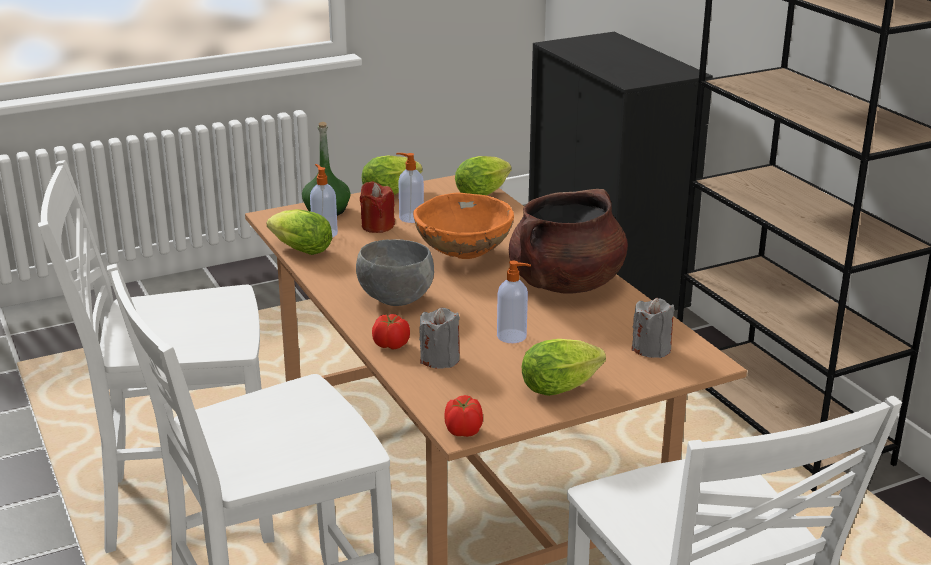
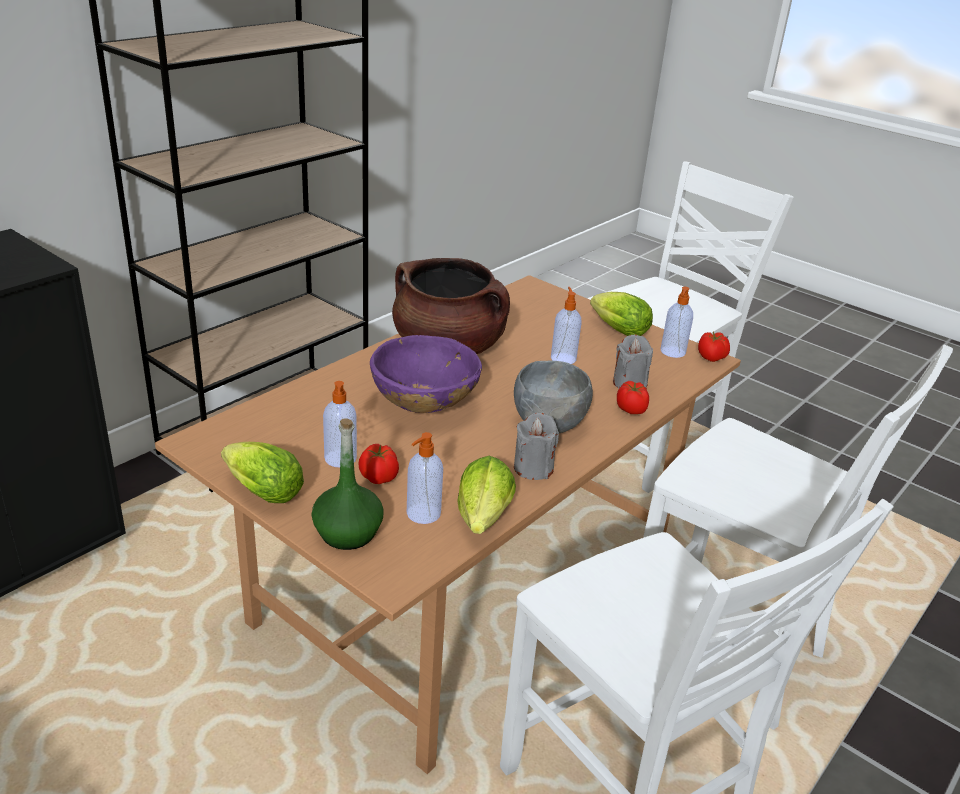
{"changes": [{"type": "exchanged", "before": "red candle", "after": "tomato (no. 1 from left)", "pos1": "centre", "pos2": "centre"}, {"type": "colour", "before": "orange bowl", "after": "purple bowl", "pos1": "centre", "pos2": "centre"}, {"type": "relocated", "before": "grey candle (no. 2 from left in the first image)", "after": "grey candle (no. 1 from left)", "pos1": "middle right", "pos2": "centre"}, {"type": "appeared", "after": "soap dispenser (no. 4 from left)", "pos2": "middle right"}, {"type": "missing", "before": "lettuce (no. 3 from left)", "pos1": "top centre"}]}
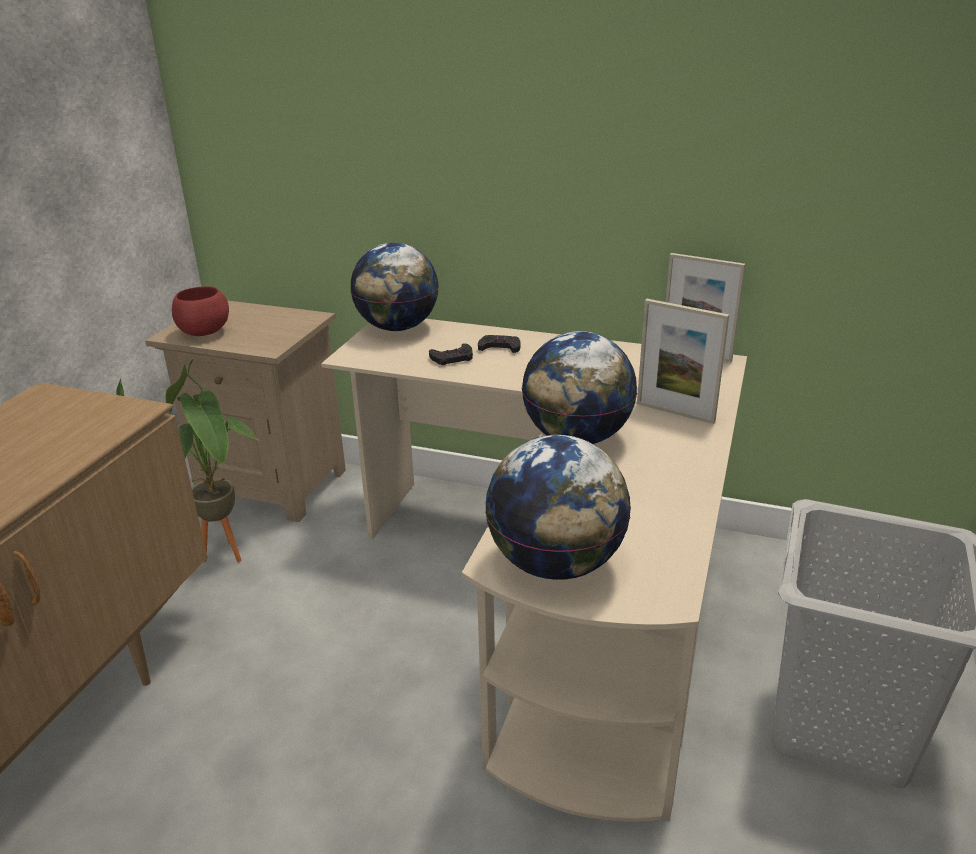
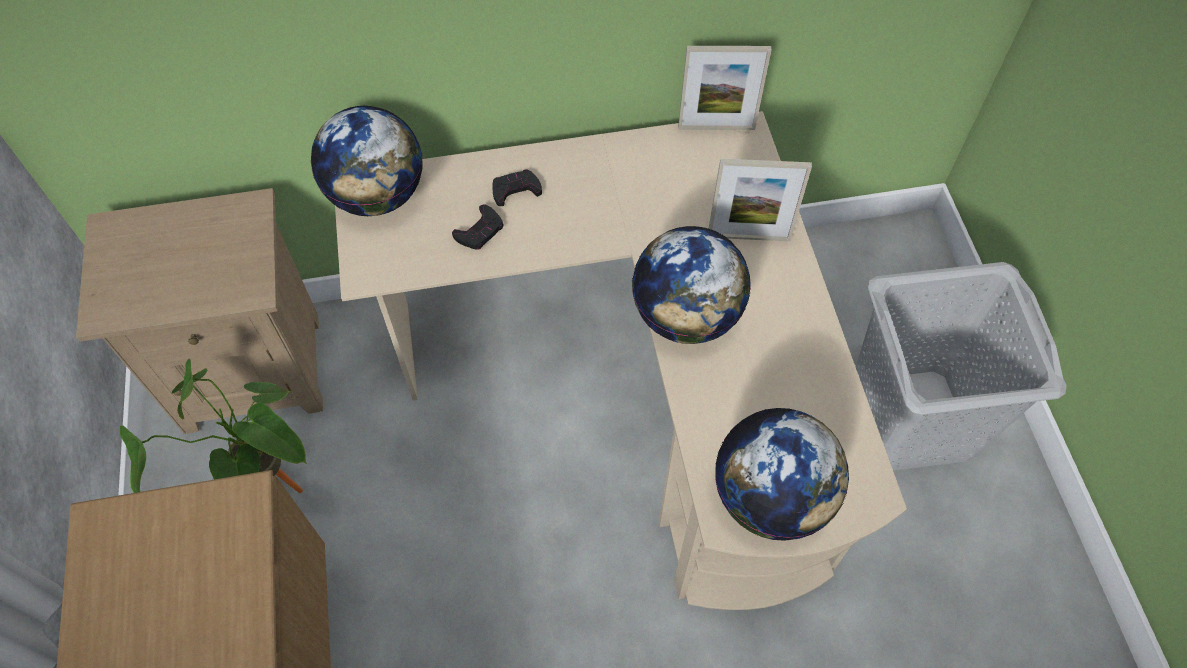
{"changes": [{"type": "missing", "before": "red bowl", "pos1": "middle left"}]}
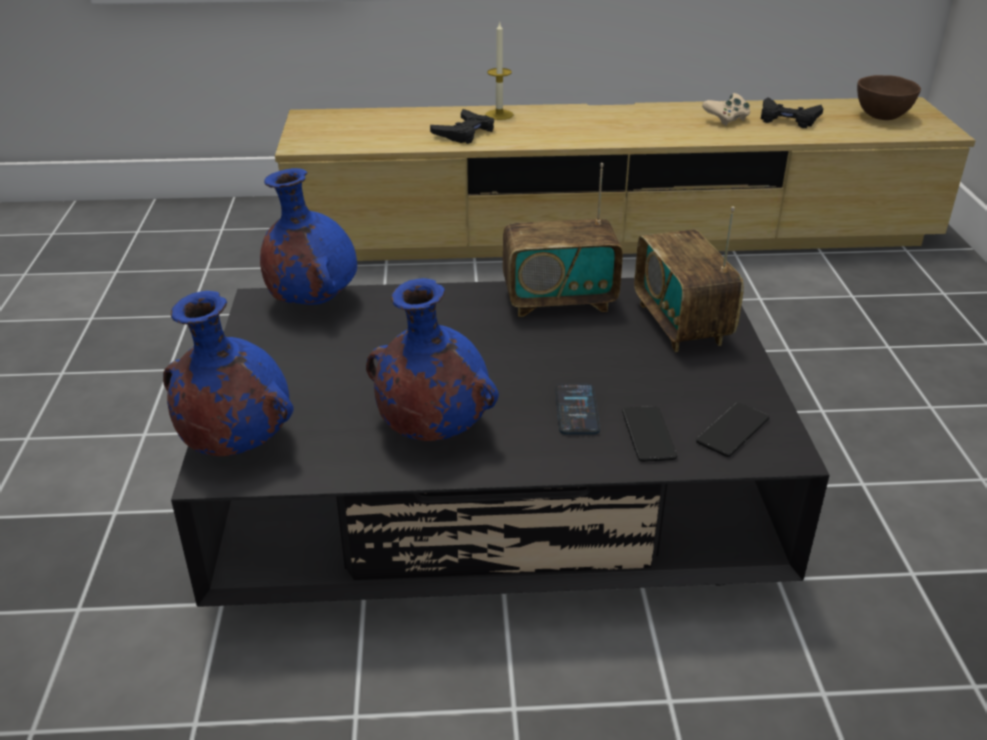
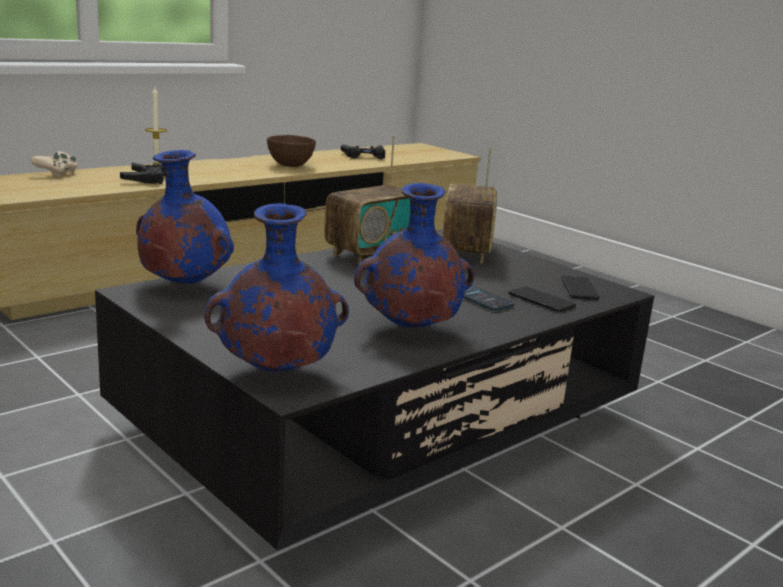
{"changes": [{"type": "relocated", "before": "beige game controller", "pos1": "top right", "pos2": "top left"}, {"type": "relocated", "before": "brown bowl", "pos1": "top right", "pos2": "top centre"}, {"type": "spun", "before": "radio (no. 2 from left)", "pos1": "middle right", "pos2": "centre", "turn": 60}]}
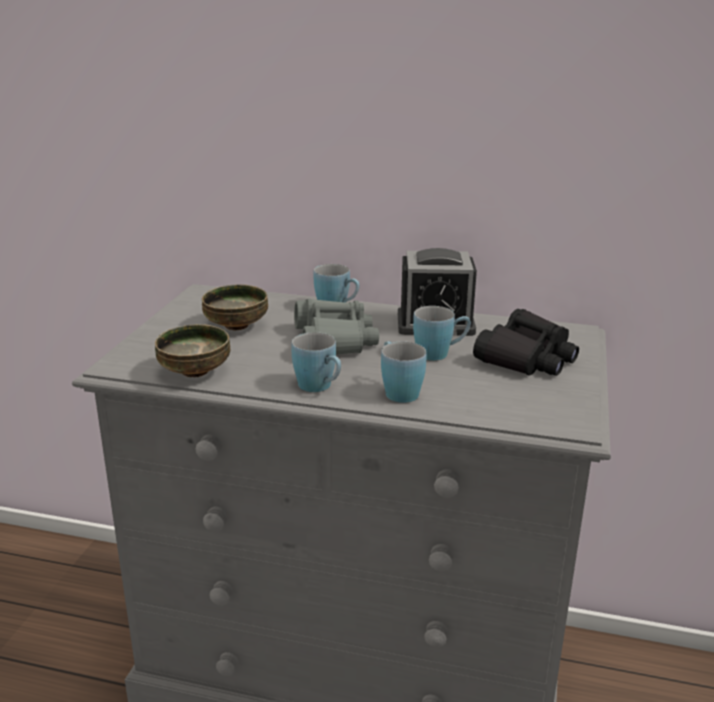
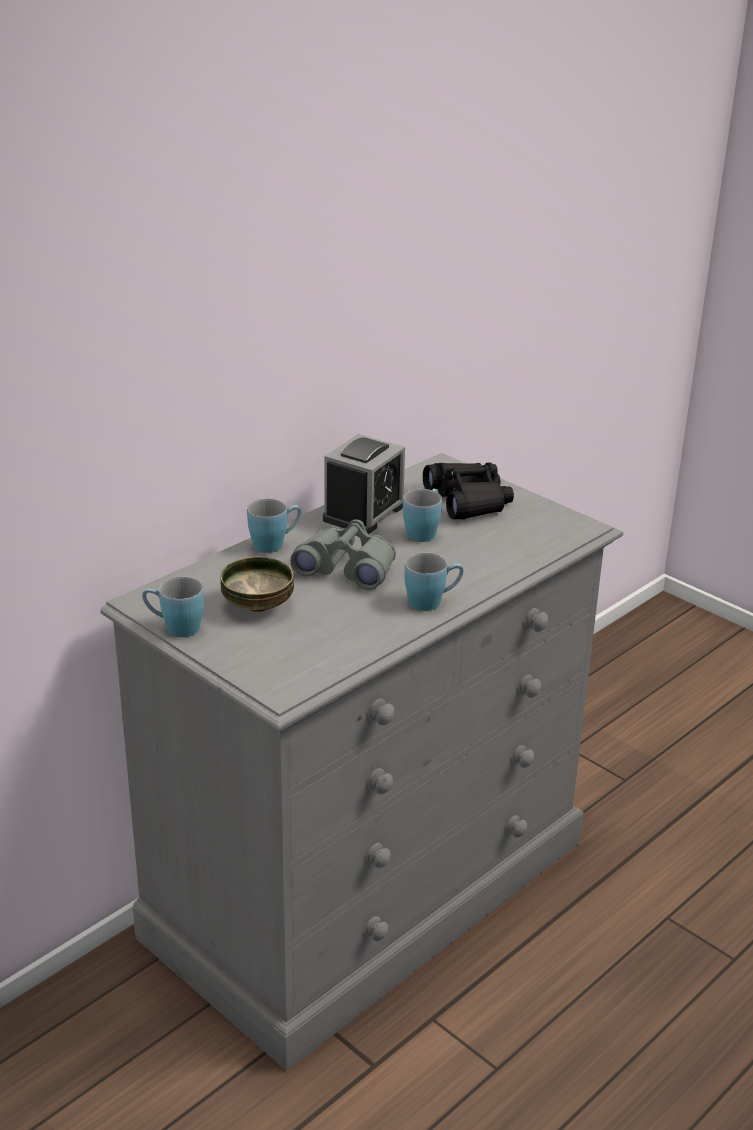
{"changes": [{"type": "relocated", "before": "blue mug (no. 3 from left in the first image)", "after": "blue mug (no. 1 from left)", "pos1": "centre", "pos2": "middle left"}, {"type": "missing", "before": "bowl (no. 1 from left)", "pos1": "middle left"}]}
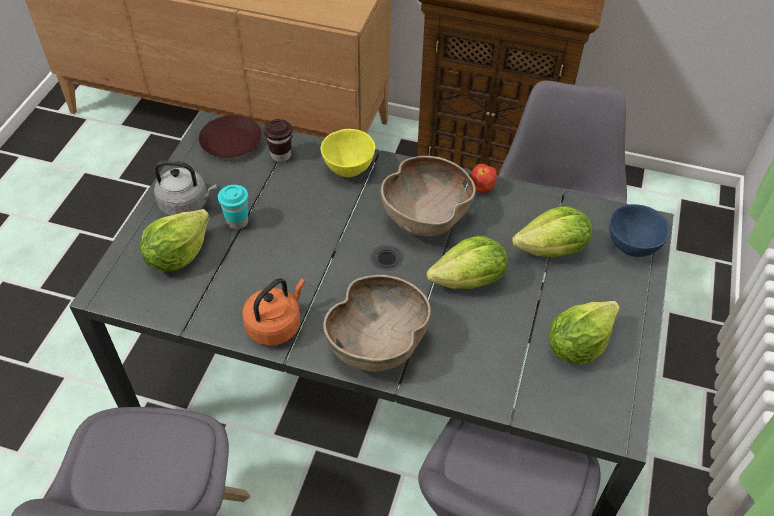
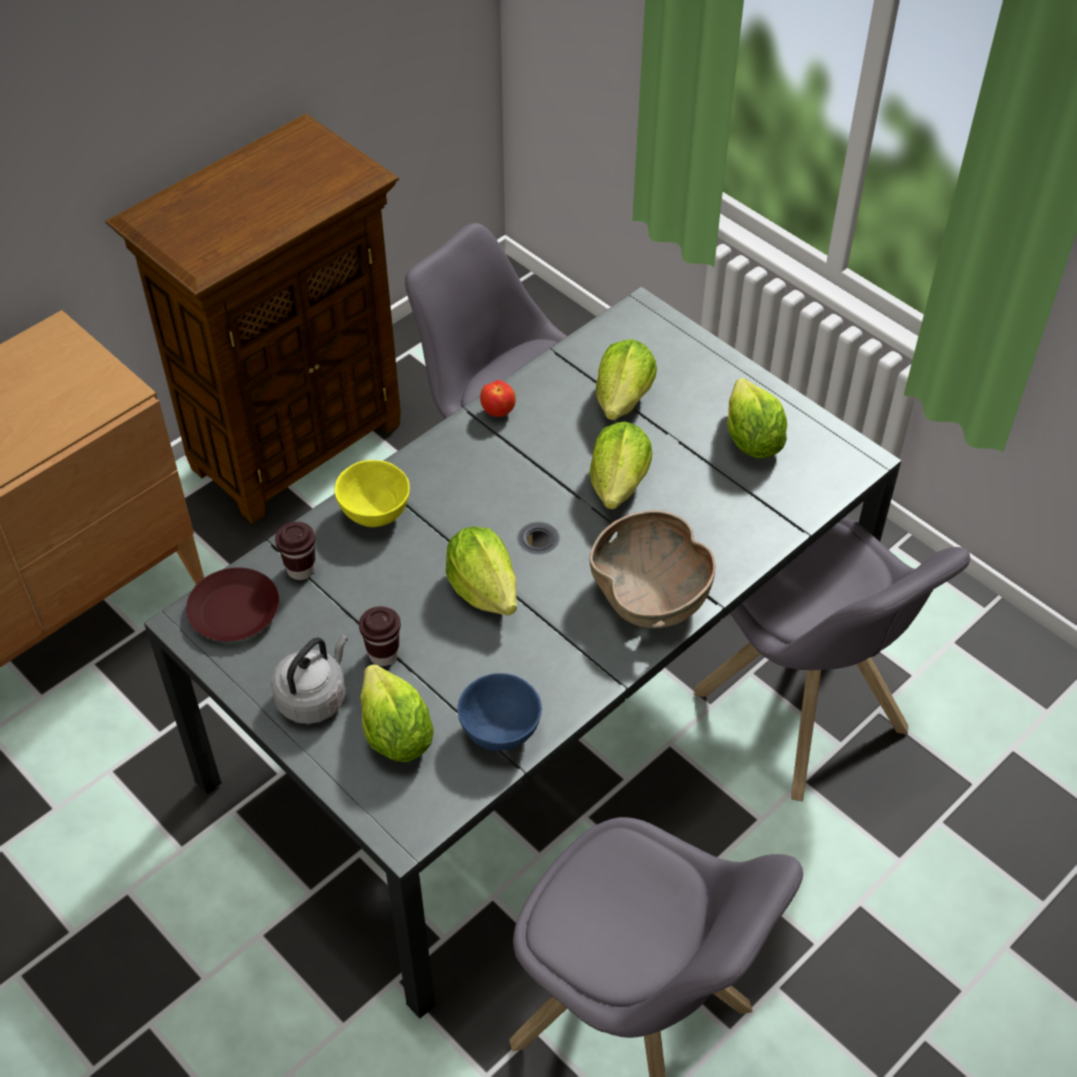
{"changes": [{"type": "colour", "before": "turquoise cup", "after": "brown cup (no. 2 from left)", "pos1": "middle left", "pos2": "centre"}, {"type": "appeared", "after": "lettuce (no. 2 from left)", "pos2": "centre"}, {"type": "relocated", "before": "blue bowl", "pos1": "middle right", "pos2": "centre"}, {"type": "missing", "before": "orange kettle", "pos1": "centre"}, {"type": "missing", "before": "brown bowl (no. 2 from left)", "pos1": "centre"}]}
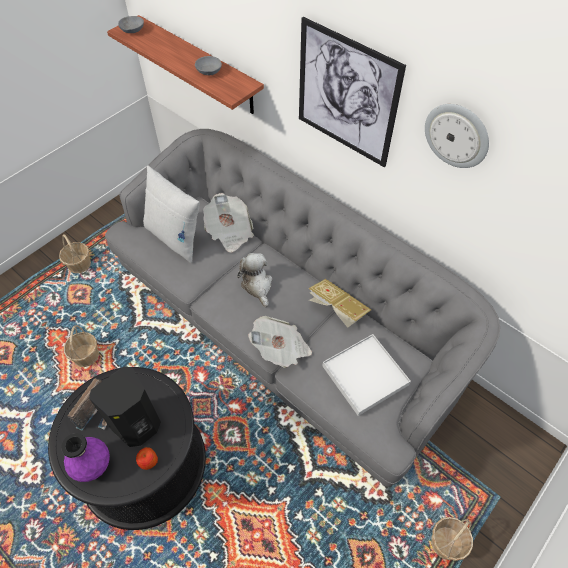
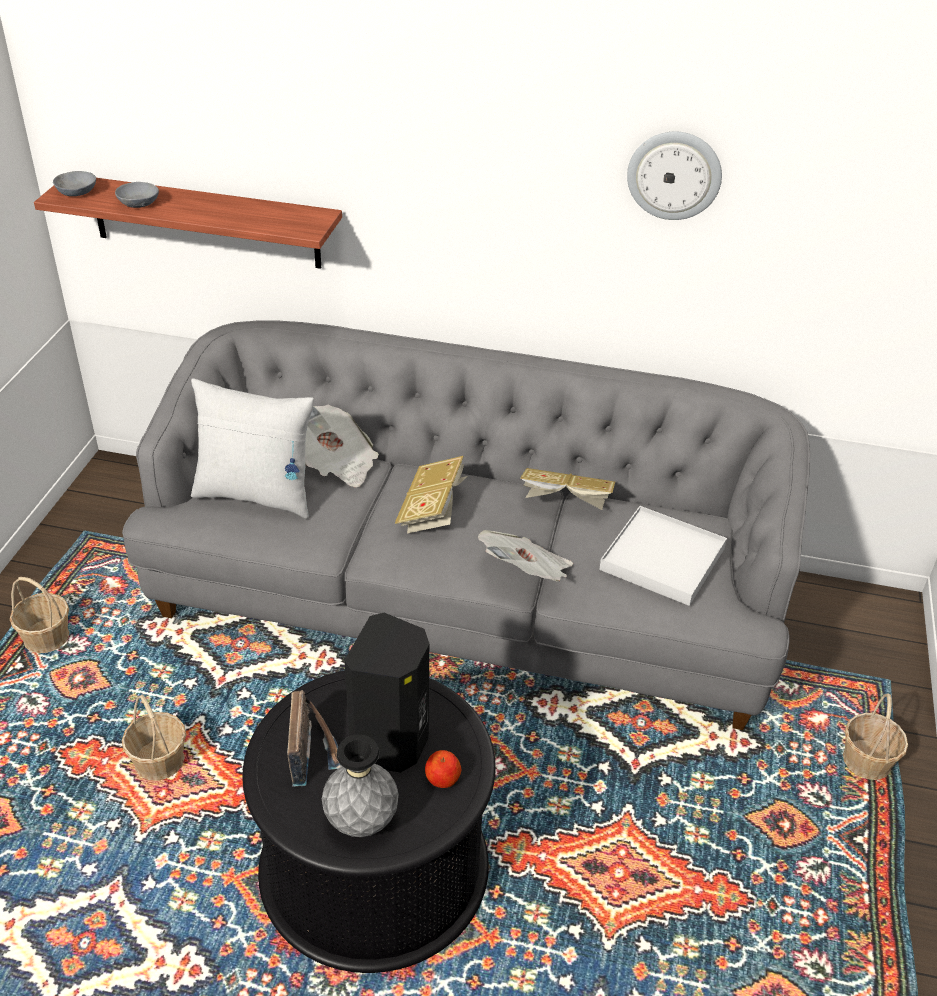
{"changes": [{"type": "relocated", "before": "grey bowl (no. 2 from left)", "pos1": "top centre", "pos2": "top left"}, {"type": "colour", "before": "purple vase", "after": "grey vase", "pos1": "bottom left", "pos2": "bottom centre"}, {"type": "exchanged", "before": "plush toy", "after": "book (no. 1 from left)", "pos1": "centre", "pos2": "centre"}, {"type": "missing", "before": "picture", "pos1": "top centre"}]}
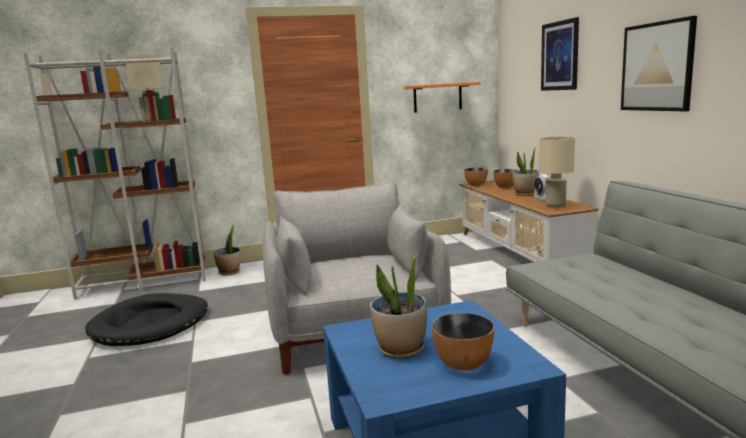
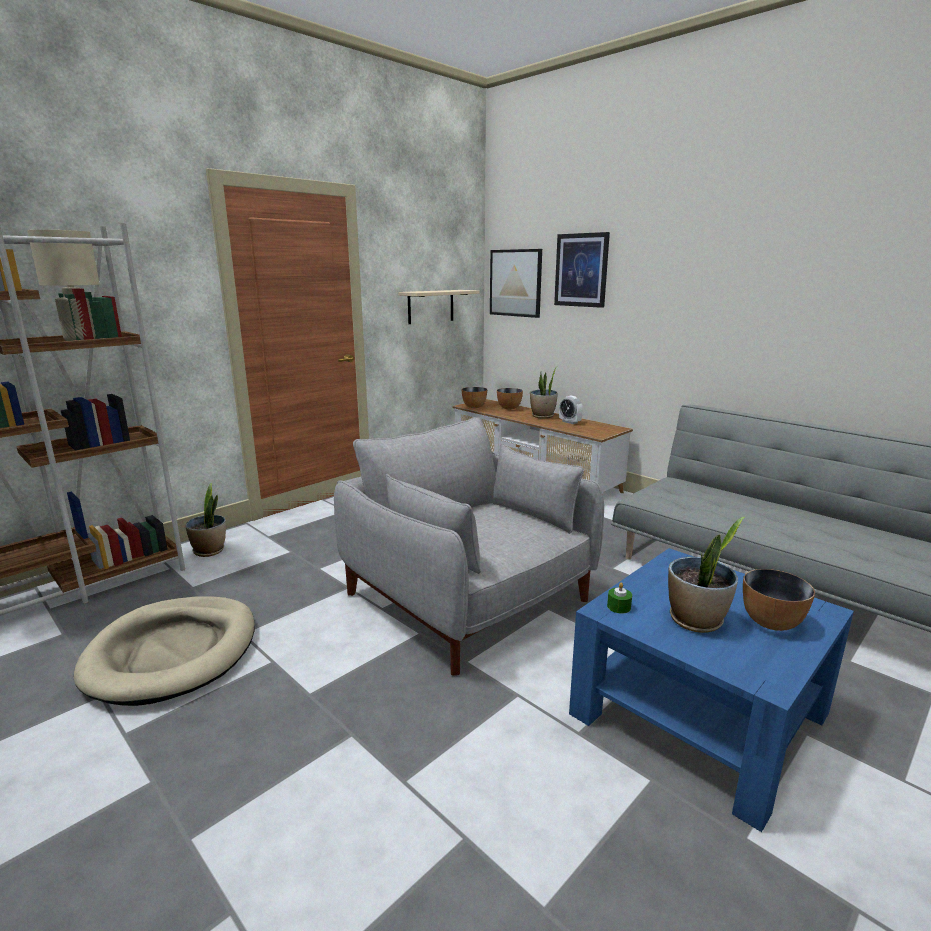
{"changes": [{"type": "colour", "before": "black dog bed", "after": "beige dog bed", "pos1": "bottom left", "pos2": "bottom left"}, {"type": "colour", "before": "orange shelf", "after": "beige shelf", "pos1": "top centre", "pos2": "top centre"}, {"type": "relocated", "before": "picture (no. 2 from left in the first image)", "after": "picture (no. 1 from left)", "pos1": "top right", "pos2": "top centre"}, {"type": "appeared", "after": "green candle", "pos2": "centre"}, {"type": "missing", "before": "beige table lamp (no. 2 from left)", "pos1": "middle right"}]}
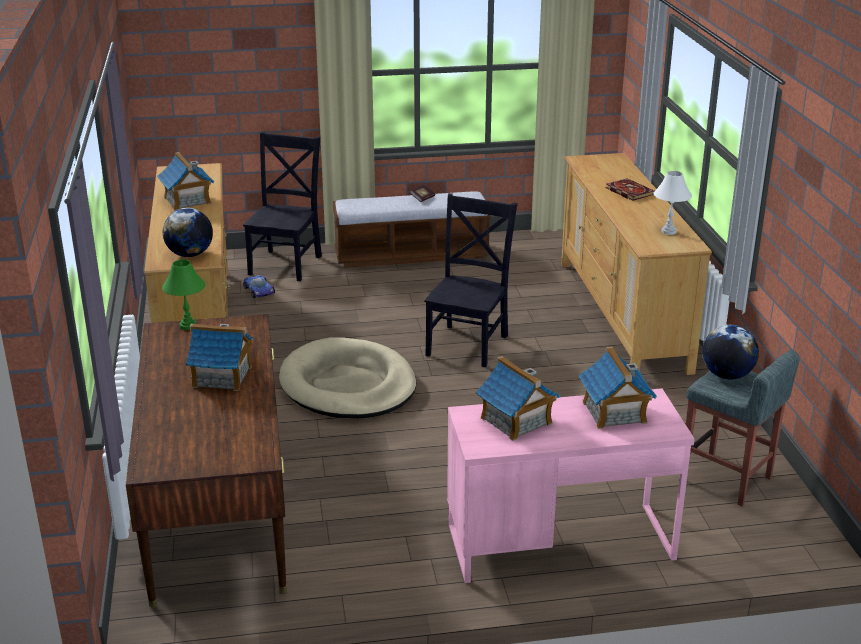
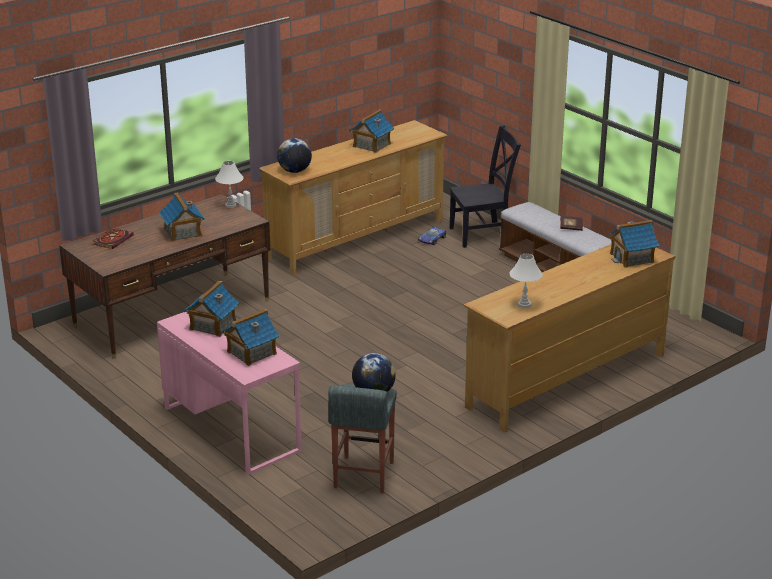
{"changes": [{"type": "relocated", "before": "book (no. 2 from left in the first image)", "after": "book (no. 1 from left)", "pos1": "top right", "pos2": "middle left"}, {"type": "colour", "before": "green table lamp", "after": "white table lamp (no. 1 from left)", "pos1": "middle left", "pos2": "top left"}, {"type": "appeared", "after": "toy house (no. 5 from left)", "pos2": "middle right"}, {"type": "missing", "before": "beige dog bed", "pos1": "centre"}, {"type": "missing", "before": "black chair (no. 2 from left)", "pos1": "centre"}]}
